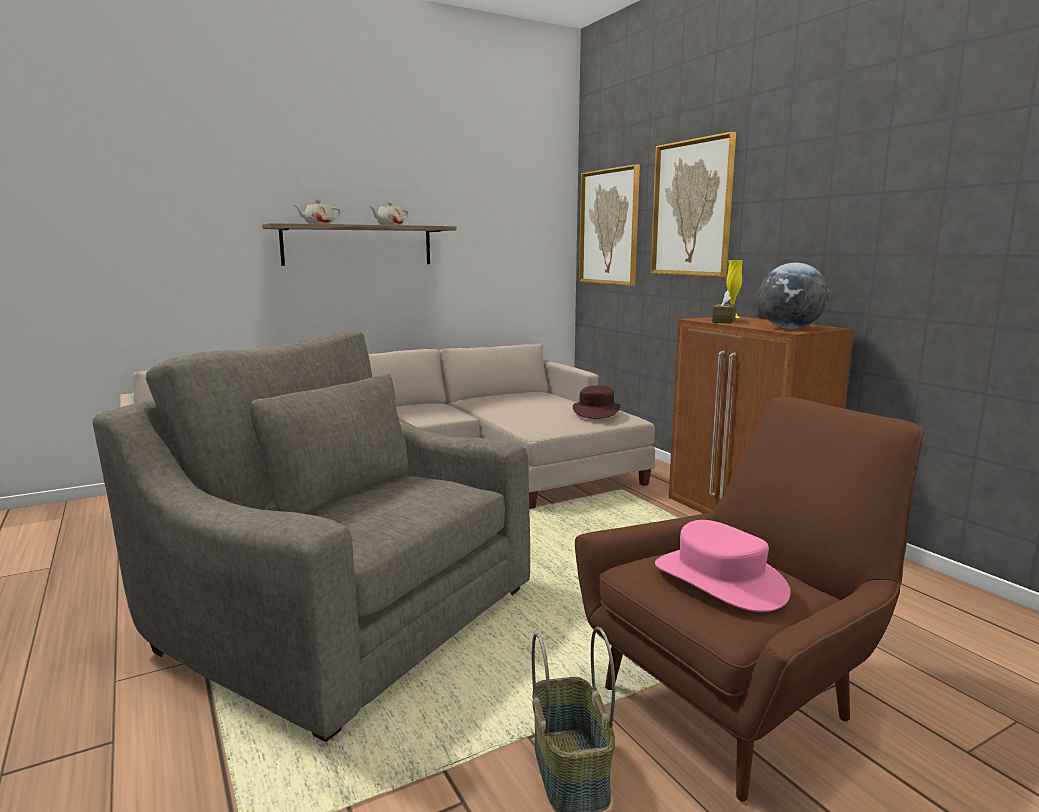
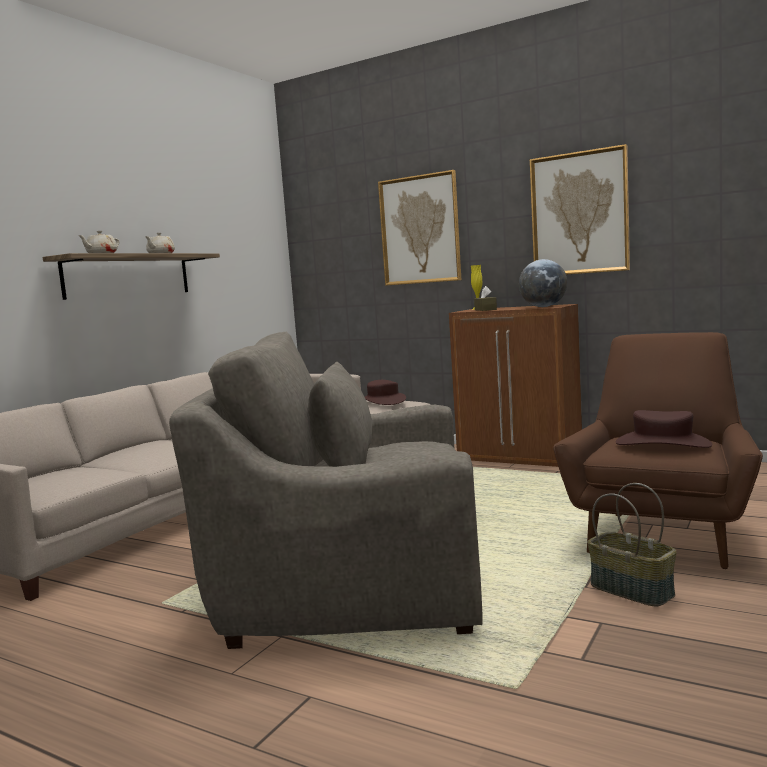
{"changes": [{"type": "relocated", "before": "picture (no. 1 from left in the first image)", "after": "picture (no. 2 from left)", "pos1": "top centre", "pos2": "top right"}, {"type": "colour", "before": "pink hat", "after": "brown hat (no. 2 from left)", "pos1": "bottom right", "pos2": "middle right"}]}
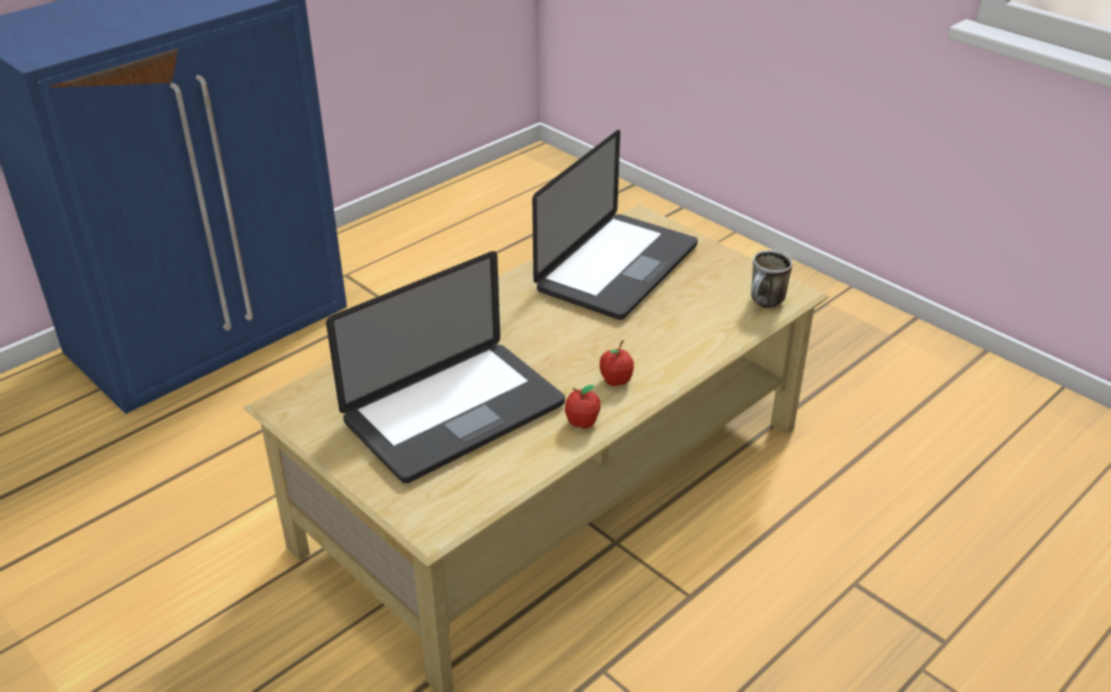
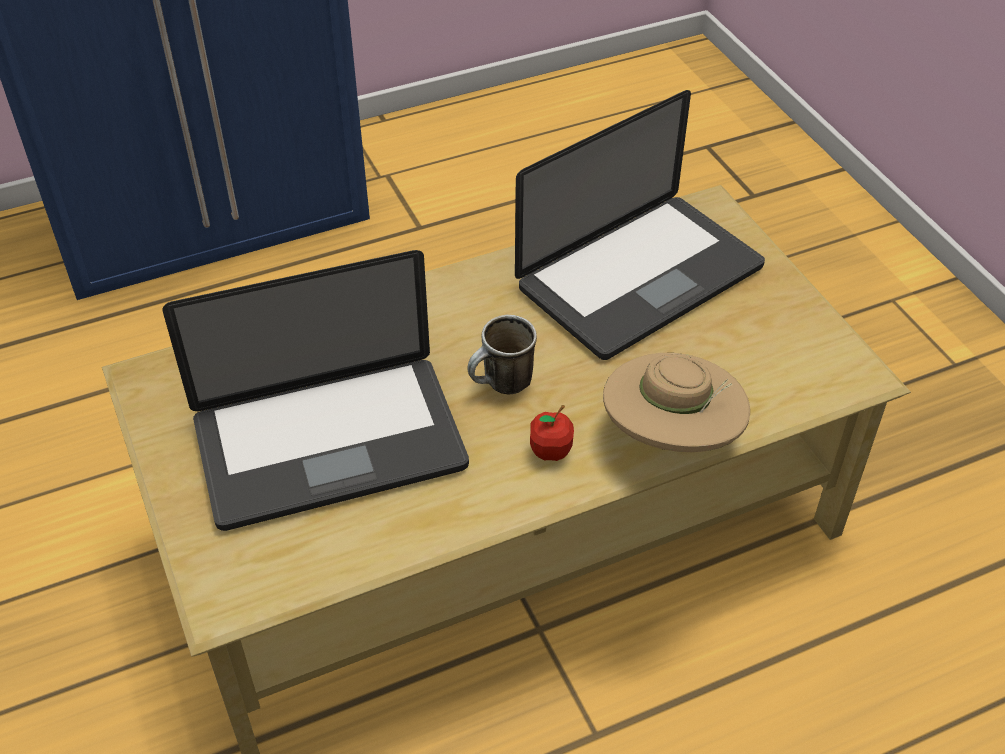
{"changes": [{"type": "relocated", "before": "mug", "pos1": "middle right", "pos2": "centre"}, {"type": "appeared", "after": "beige hat", "pos2": "middle right"}, {"type": "missing", "before": "apple (no. 1 from left)", "pos1": "centre"}]}
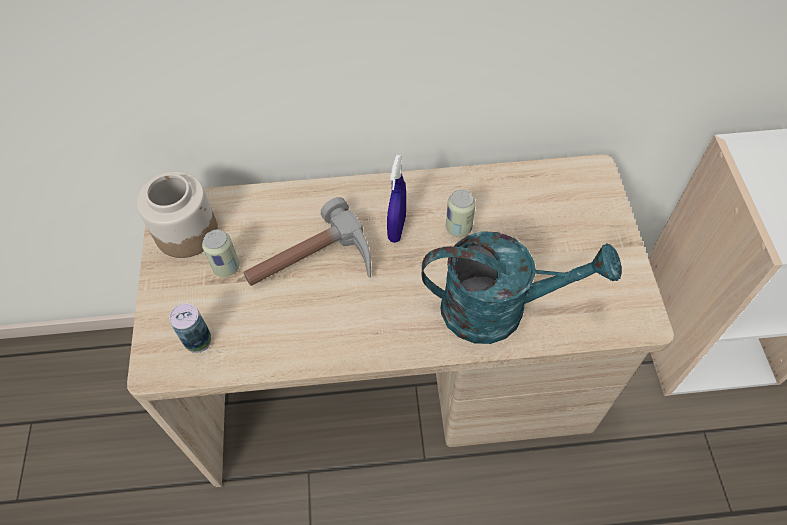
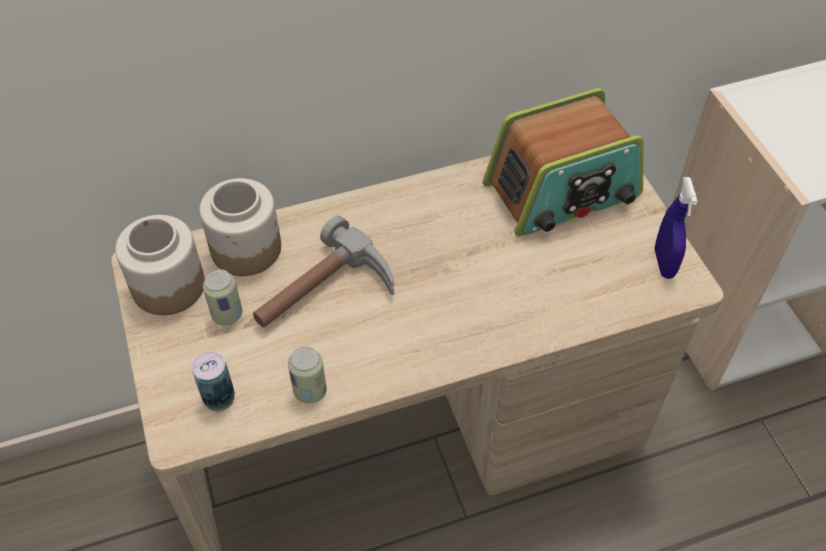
{"changes": [{"type": "appeared", "after": "jar (no. 2 from left)", "pos2": "middle left"}, {"type": "relocated", "before": "can (no. 3 from left)", "pos1": "centre", "pos2": "bottom centre"}, {"type": "appeared", "after": "radio", "pos2": "top right"}, {"type": "relocated", "before": "blue spray bottle", "pos1": "centre", "pos2": "middle right"}, {"type": "missing", "before": "turquoise watering can", "pos1": "centre"}]}
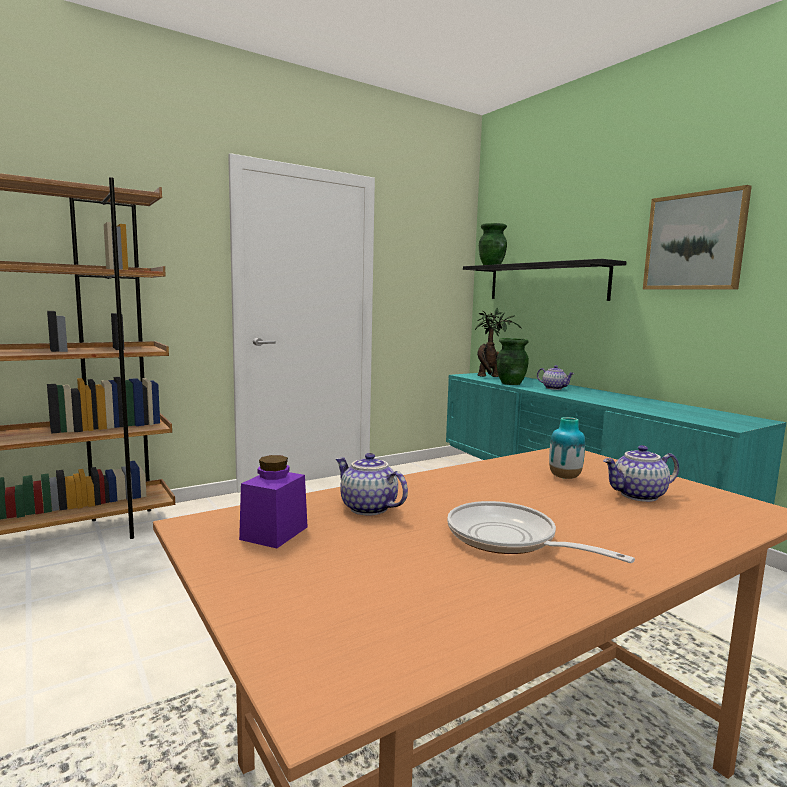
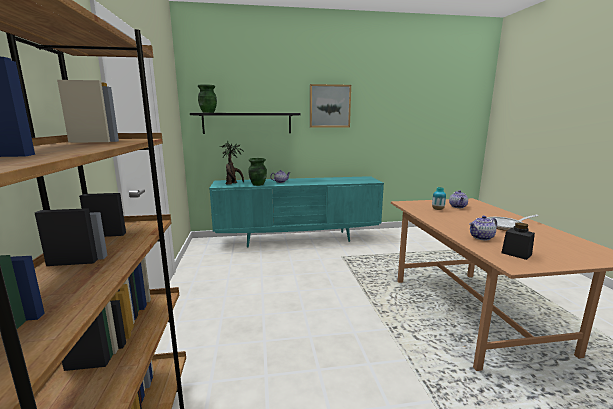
{"changes": [{"type": "colour", "before": "purple jar", "after": "black jar", "pos1": "centre", "pos2": "middle right"}]}
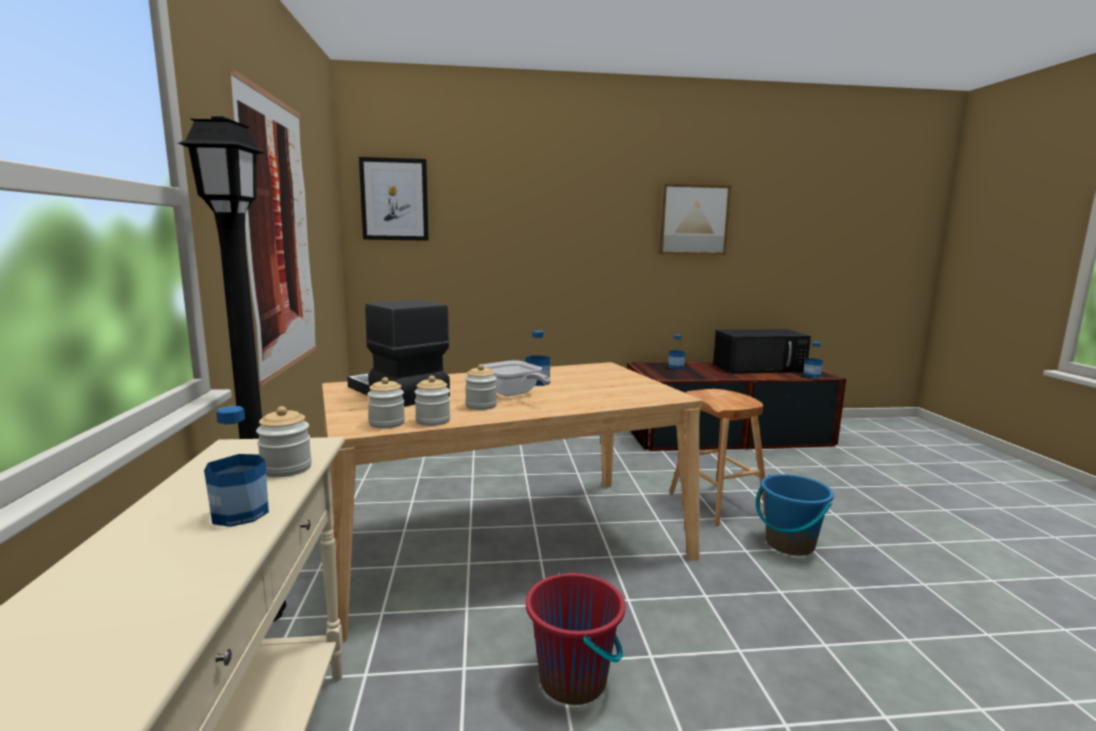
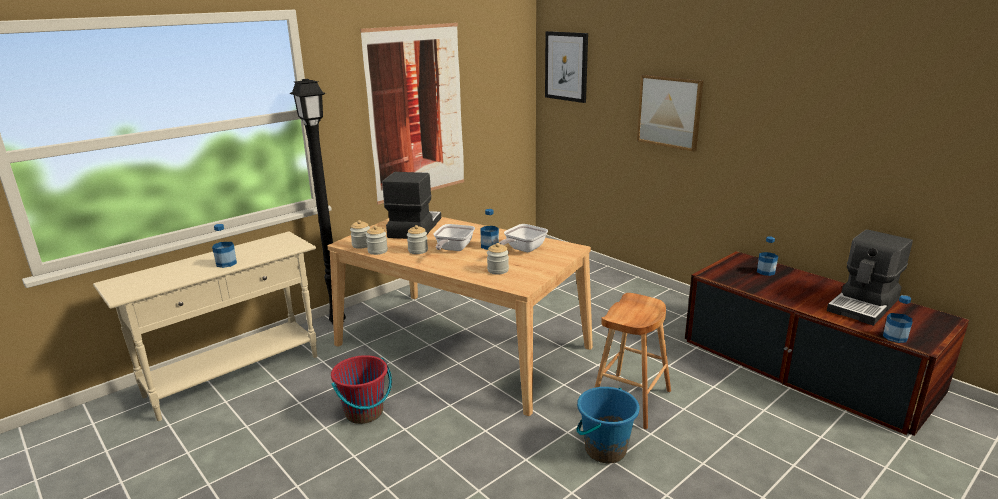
{"changes": [{"type": "relocated", "before": "jar (no. 1 from left in the first image)", "after": "jar (no. 4 from left)", "pos1": "middle left", "pos2": "centre"}, {"type": "appeared", "after": "frying pan (no. 2 from left)", "pos2": "centre"}, {"type": "relocated", "before": "picture (no. 3 from left)", "pos1": "top centre", "pos2": "top right"}, {"type": "exchanged", "before": "black microwave", "after": "coffee machine (no. 2 from left)", "pos1": "middle right", "pos2": "middle right"}]}
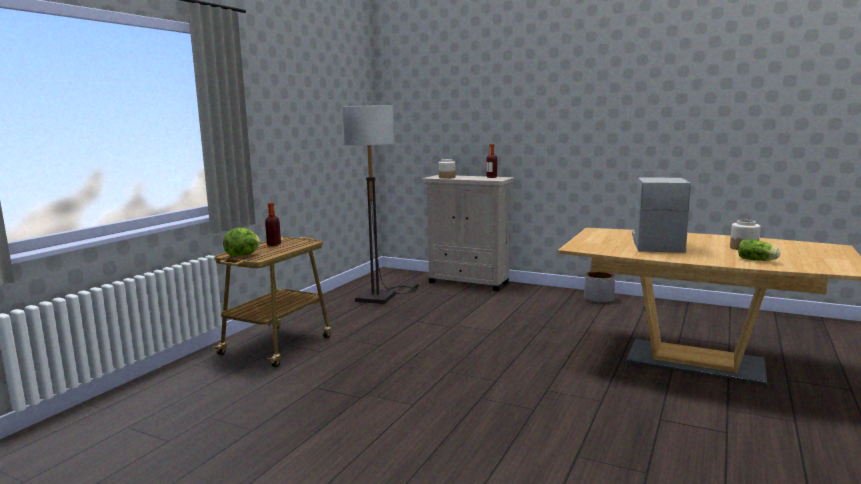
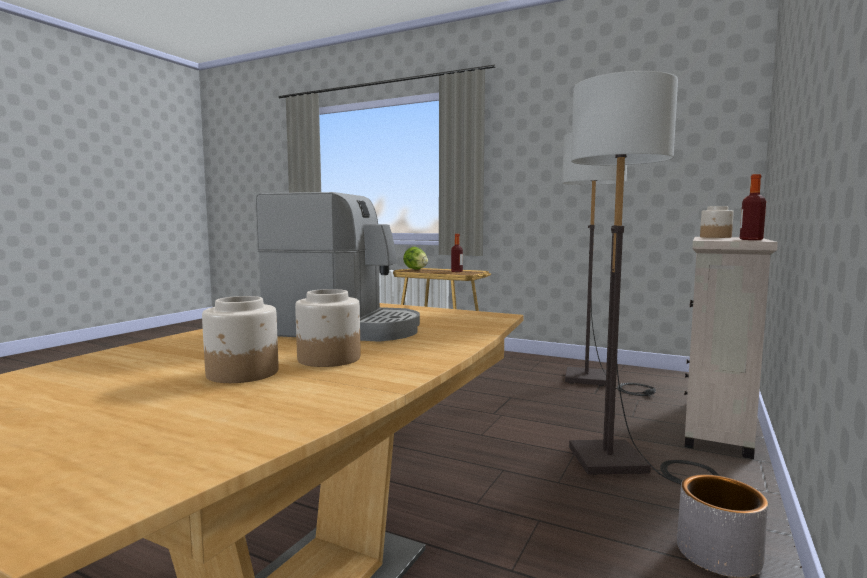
{"changes": [{"type": "appeared", "after": "jar (no. 2 from left)", "pos2": "centre"}, {"type": "appeared", "after": "floor lamp (no. 2 from left)", "pos2": "middle right"}, {"type": "missing", "before": "lettuce (no. 2 from left)", "pos1": "middle right"}]}
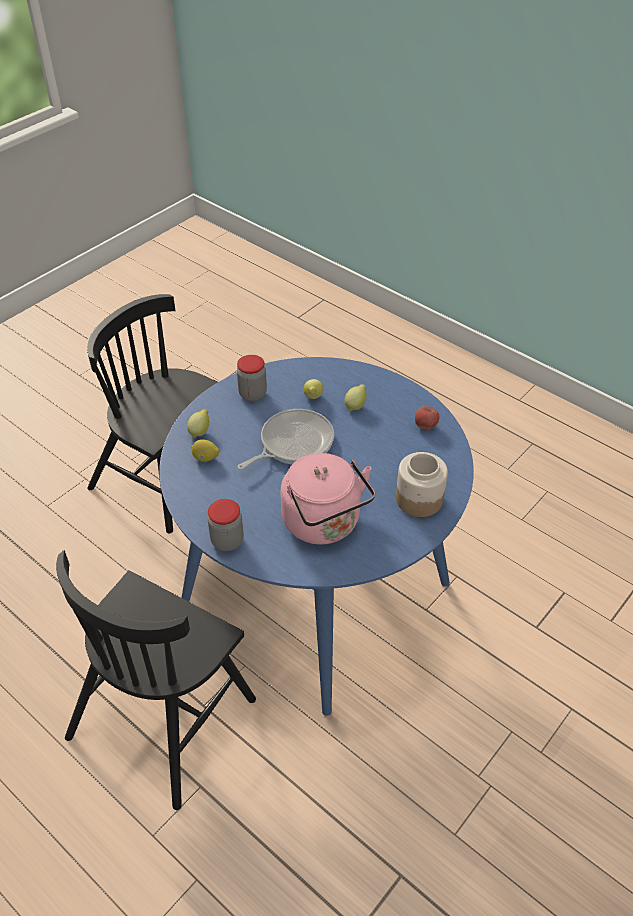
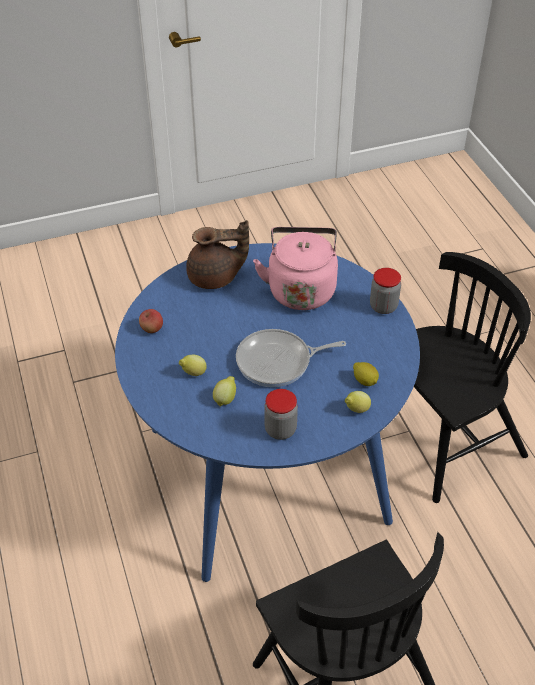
{"changes": [{"type": "exchanged", "before": "jar (no. 3 from left)", "after": "brown teapot", "pos1": "middle right", "pos2": "centre"}]}
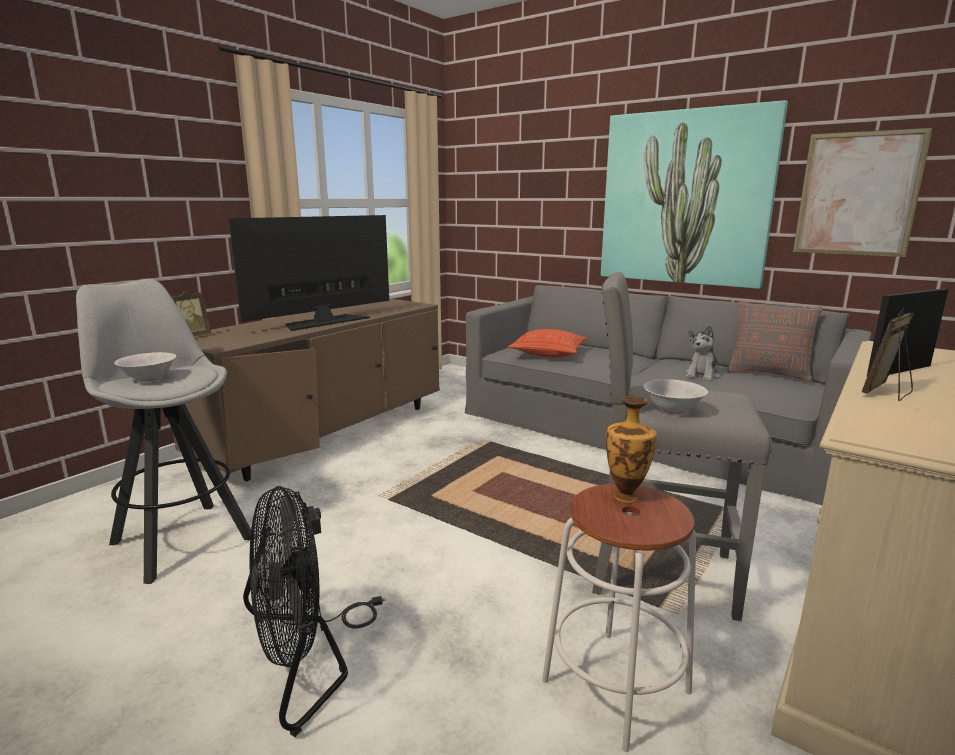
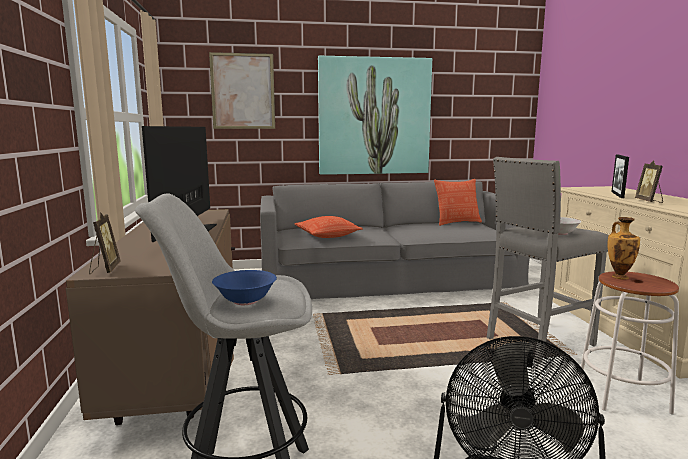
{"changes": [{"type": "relocated", "before": "picture (no. 2 from left in the first image)", "after": "picture (no. 1 from left)", "pos1": "top right", "pos2": "top centre"}, {"type": "colour", "before": "white bowl (no. 1 from left)", "after": "blue bowl", "pos1": "middle left", "pos2": "centre"}, {"type": "colour", "before": "grey pillow", "after": "orange pillow (no. 2 from left)", "pos1": "middle right", "pos2": "centre"}, {"type": "missing", "before": "plush toy", "pos1": "middle right"}]}
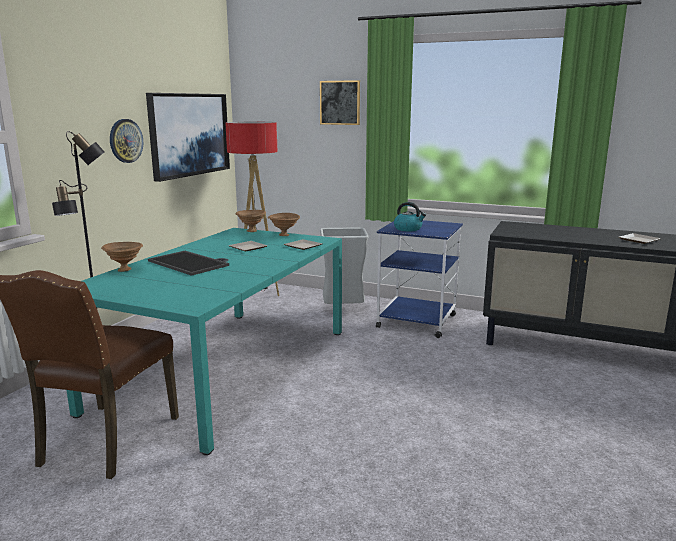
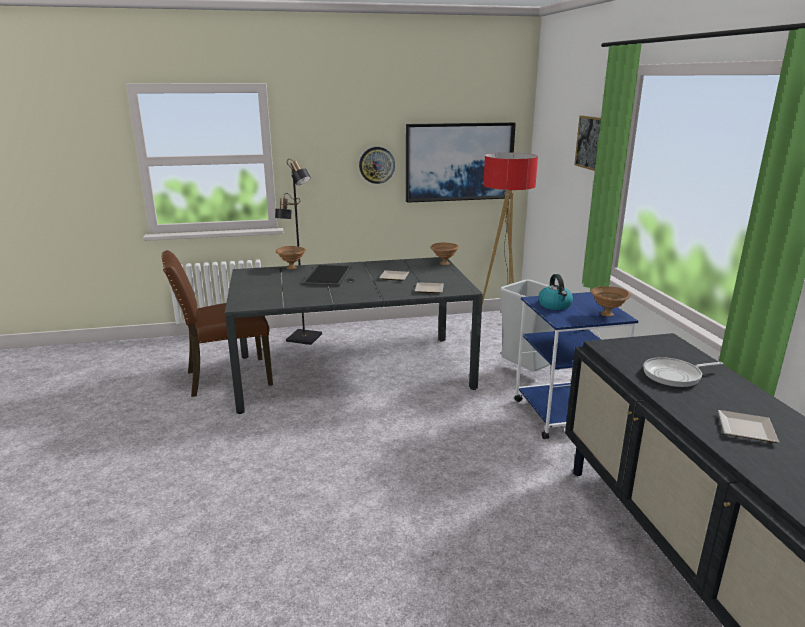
{"changes": [{"type": "colour", "before": "turquoise dining table", "after": "grey dining table", "pos1": "middle left", "pos2": "centre"}, {"type": "relocated", "before": "brown bowl (no. 3 from left)", "pos1": "centre", "pos2": "middle right"}, {"type": "appeared", "after": "frying pan", "pos2": "middle right"}]}
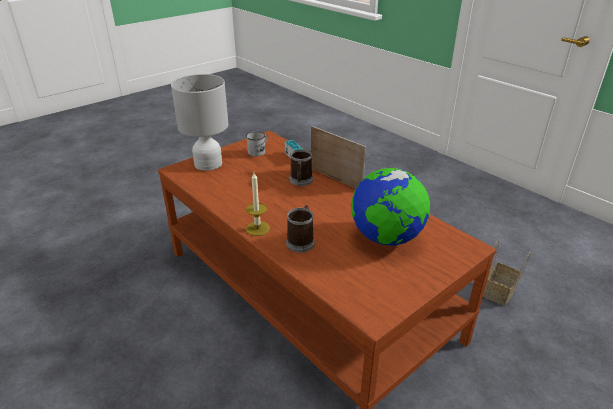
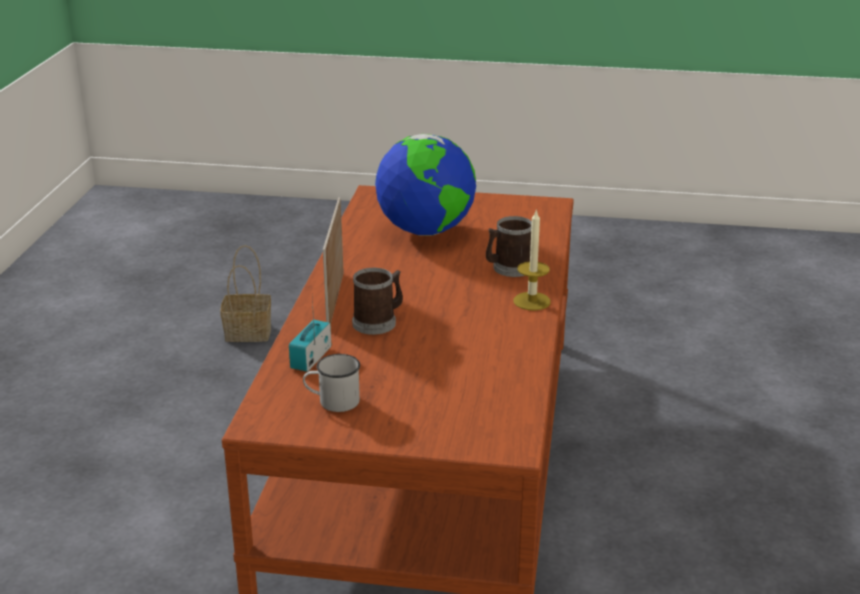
{"changes": [{"type": "missing", "before": "grey table lamp", "pos1": "top left"}]}
